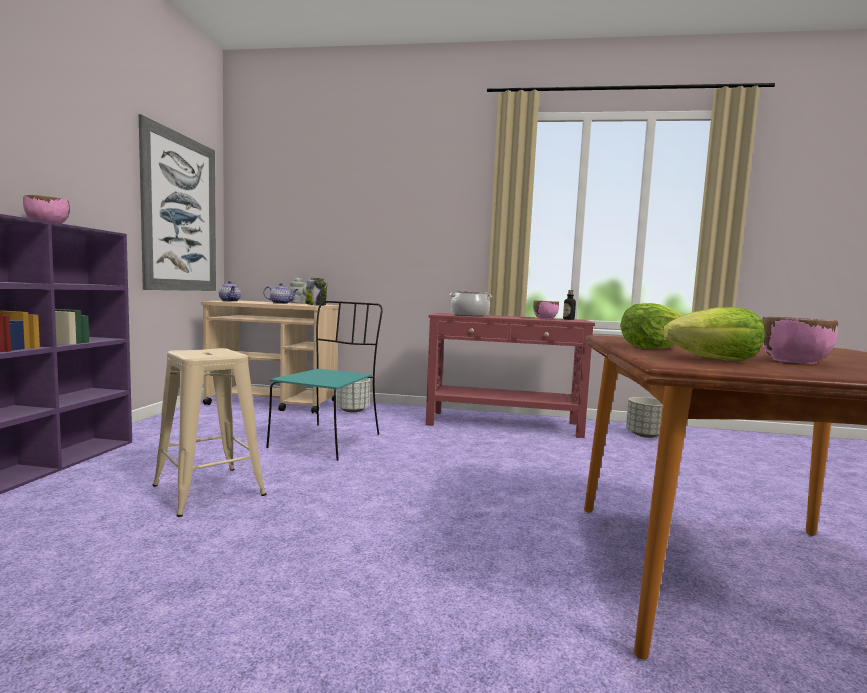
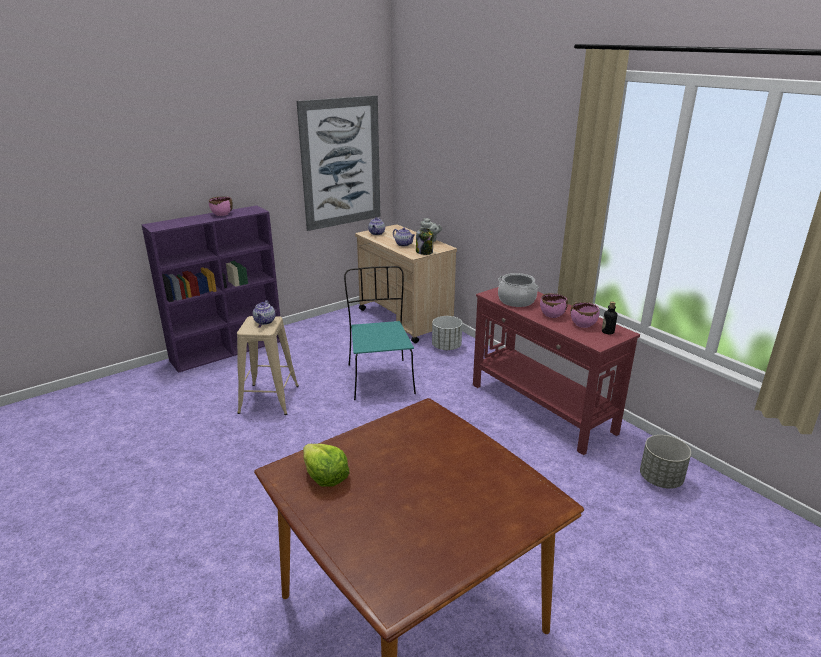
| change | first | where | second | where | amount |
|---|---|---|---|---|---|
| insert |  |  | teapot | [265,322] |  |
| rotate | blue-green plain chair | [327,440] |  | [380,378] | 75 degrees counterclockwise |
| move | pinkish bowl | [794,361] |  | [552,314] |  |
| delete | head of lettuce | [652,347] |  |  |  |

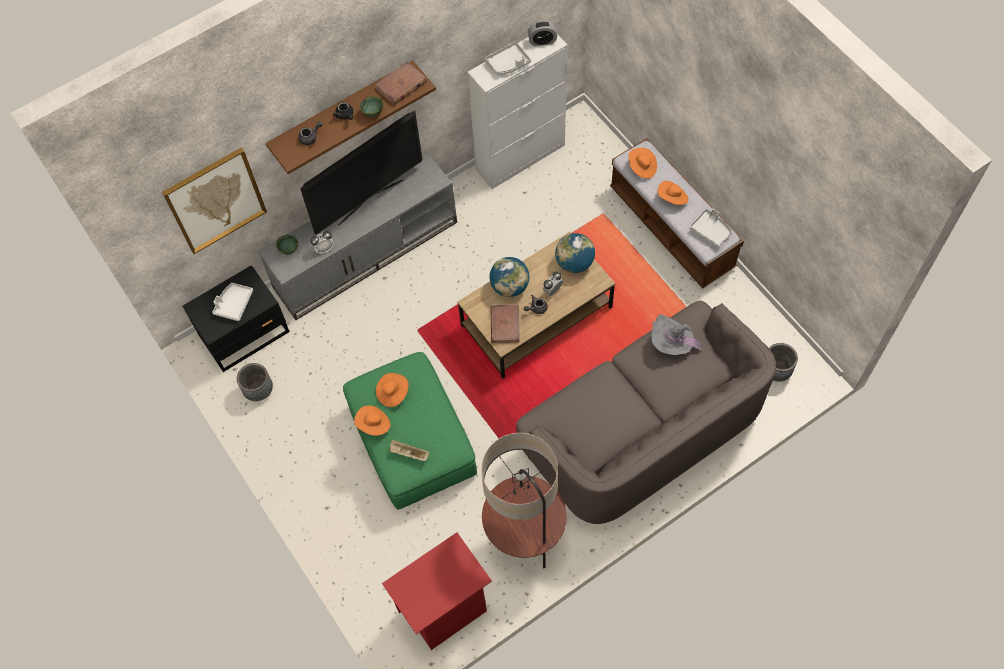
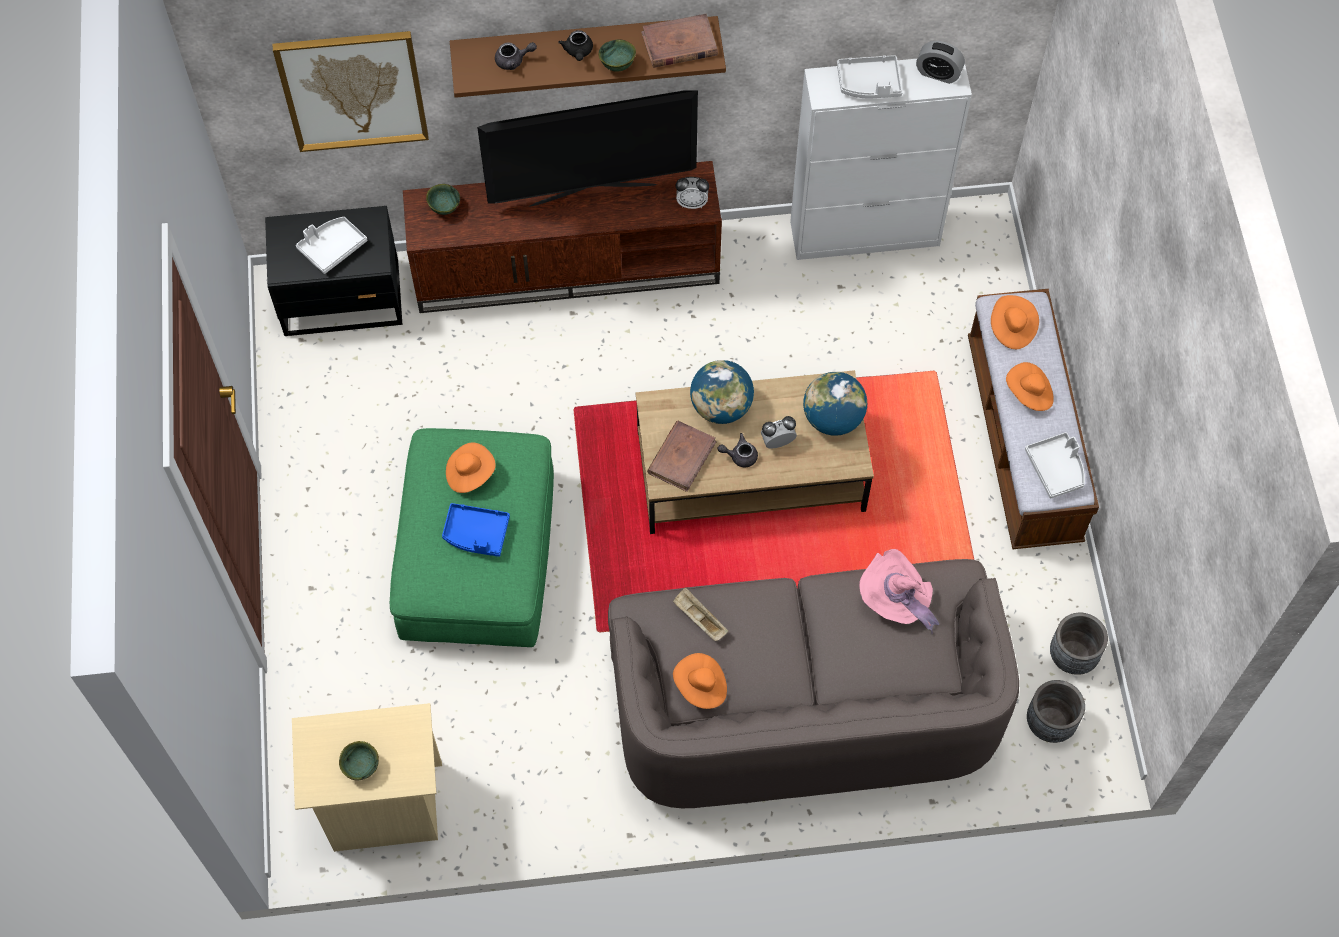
| change | first | where | second | where | amount |
|---|---|---|---|---|---|
| recolor | red-coloured night table | [444,610] | beige-coloured night table | [382,808] |  |
| insert |  |  | greenish bowl | [362,766] |  |
| recolor | gray media console | [366,253] | brownish media console | [568,267] |  |
| insert |  |  | blue-coloured carrying tray | [476,534] |  |
| move | beige-coloured carrying tray | [409,453] |  | [699,619] |  |
| move | orange-coloured wearable hat | [373,424] |  | [701,687] |  |
| move | alarm clock | [324,248] |  | [692,203] |  |
| recolor | gray wearable hat | [672,344] | pinkish wearable hat | [896,601] |  |
| move | gray planter | [259,390] |  | [1072,656] |  |
| delete | standing lamp | [525,542] |  |  |  |

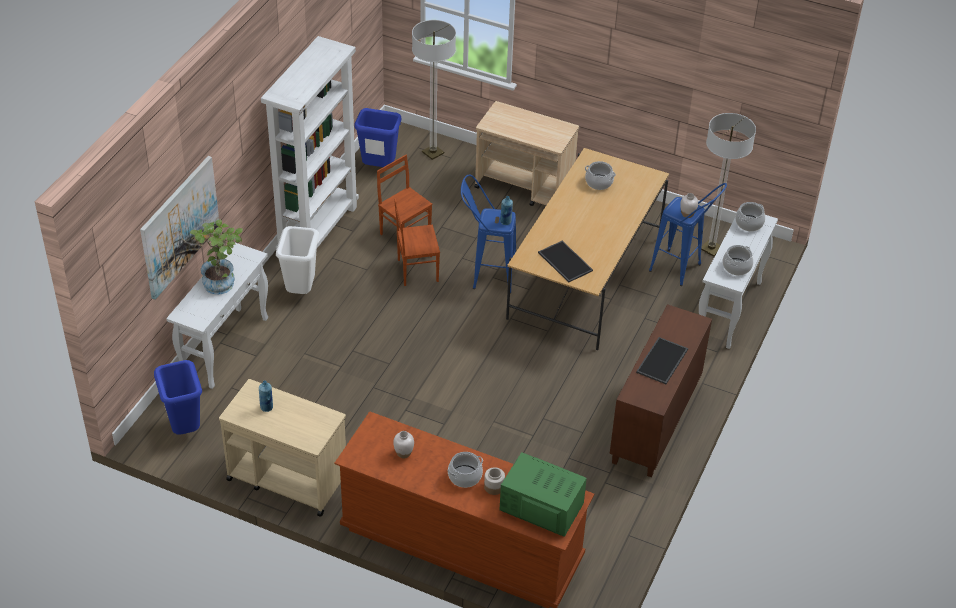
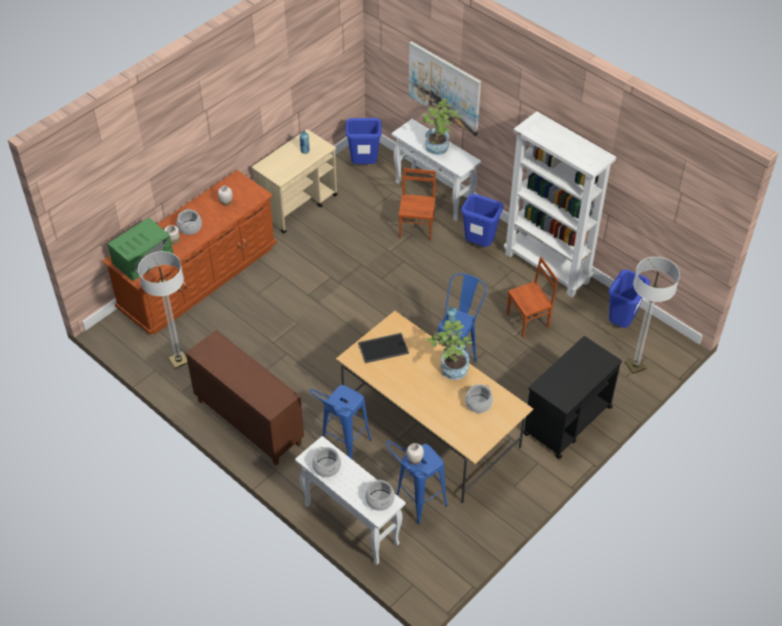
| change | first | where | second | where | amount |
|---|---|---|---|---|---|
| move | standing lamp | [711,248] |  | [178,360] |  |
| insert |  |  | blue-coloured stool | [341,448] |  |
| move | brownish plain chair | [417,270] |  | [417,228] |  |
| insert |  |  | houseplant | [450,370] |  |
| recolor | white-coloured rubbish bin | [301,291] | blue-coloured rubbish bin | [479,245] |  |
| recolor | beige-coloured wheeled cart | [525,188] | blackish wheeled cart | [567,420] |  |
| delete | carrying tray | [662,361] |  |  |  |

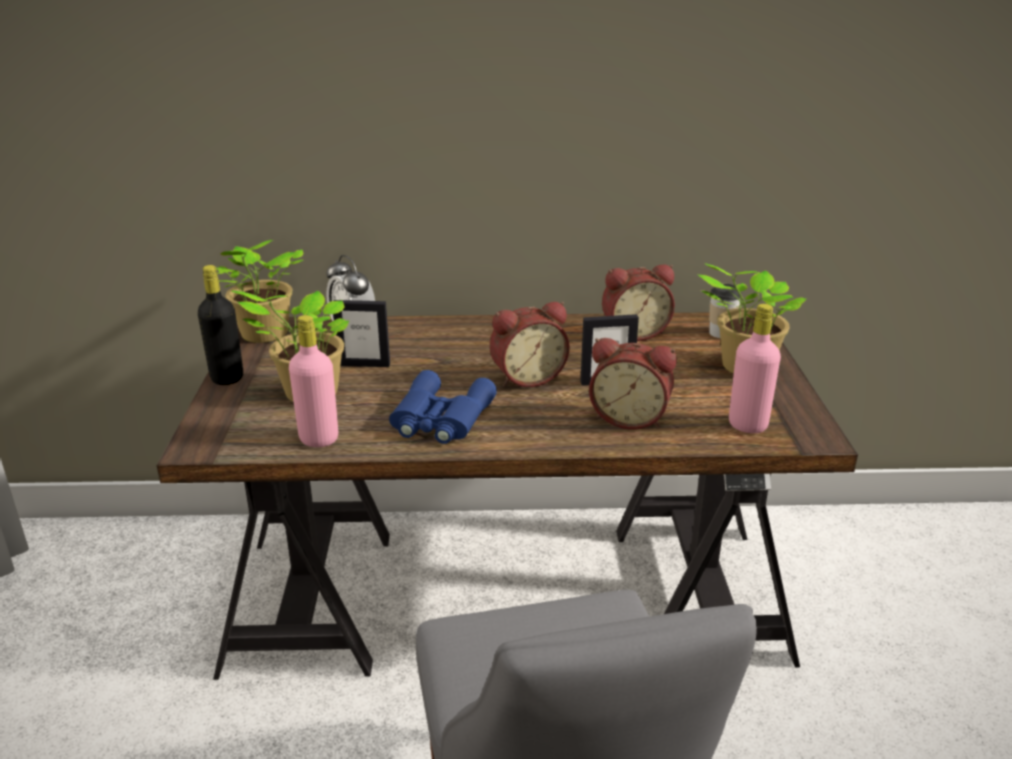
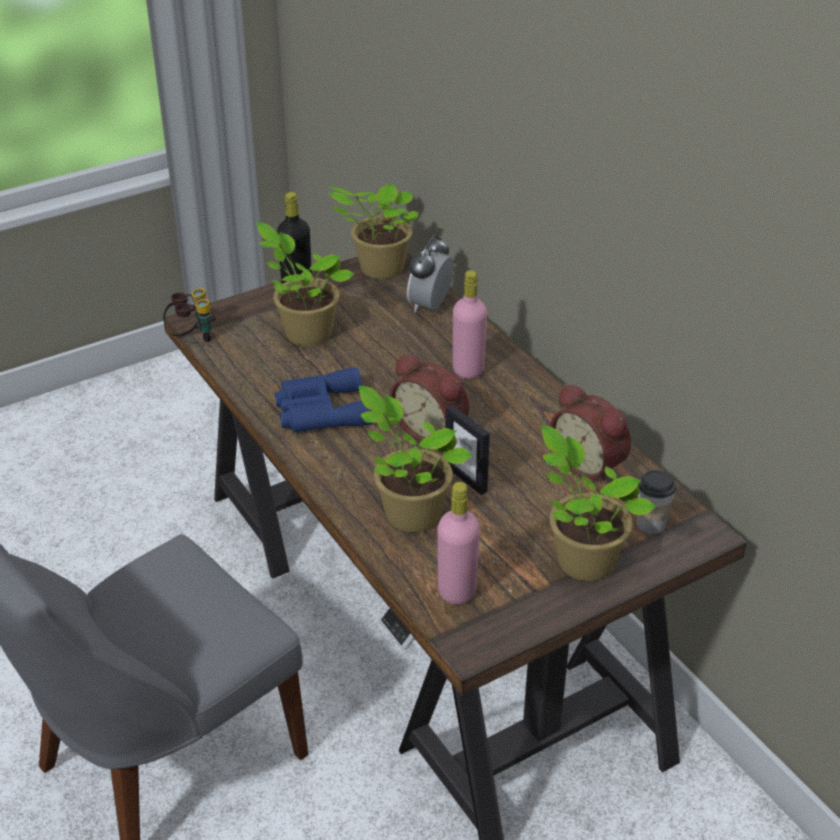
| change | first | where | second | where | amount |
|---|---|---|---|---|---|
| insert |  |  | pair of binoculars | [192,338] |  |
| replace | alarm clock | [630,417] | houseplant | [409,513] |  |
| move | pinkish drink bottle | [319,439] |  | [468,370] |  |
| delete | standing frame | [364,364] |  |  |  |

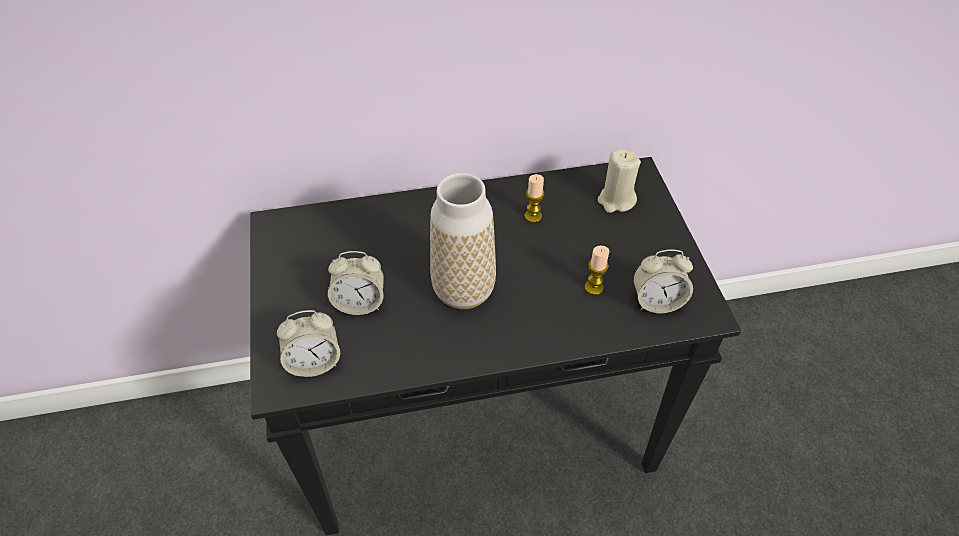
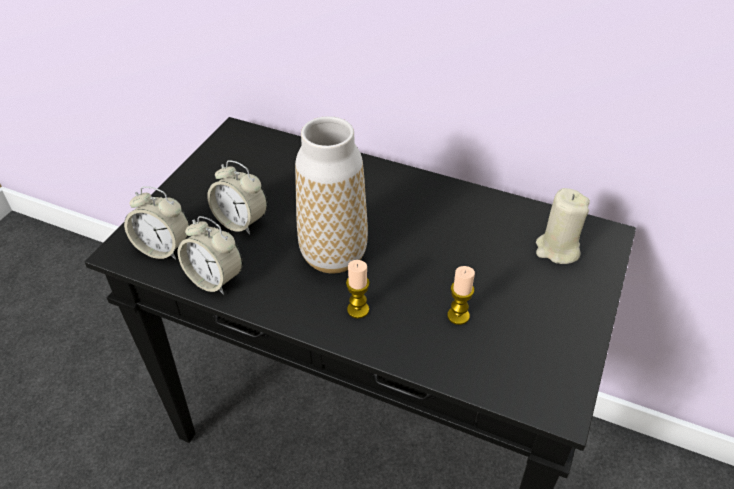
| change | first | where | second | where | amount |
|---|---|---|---|---|---|
| move | alarm clock | [657,301] |  | [215,279] |  |
| move | wax candle | [533,216] |  | [358,309] |  |

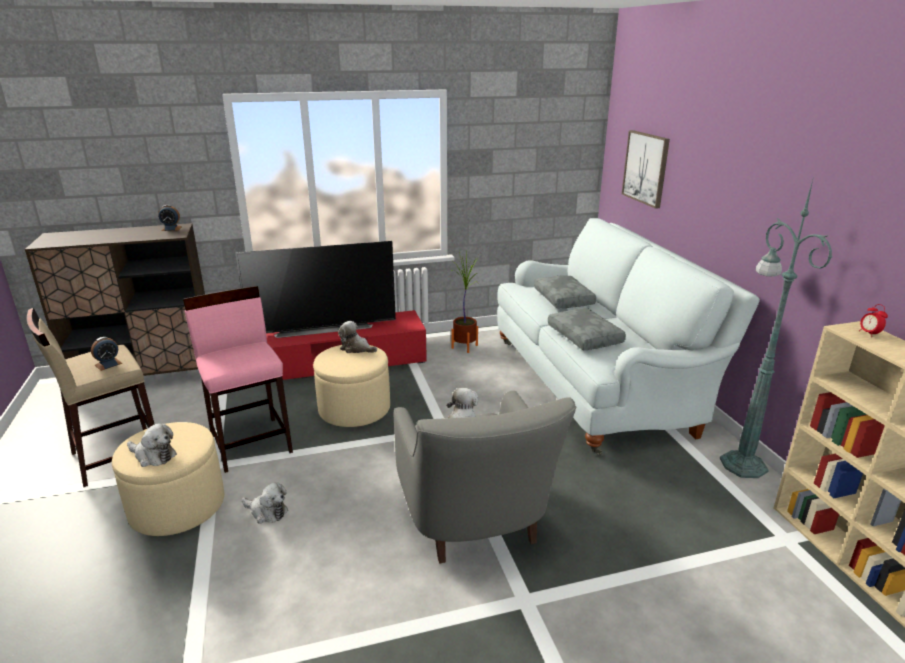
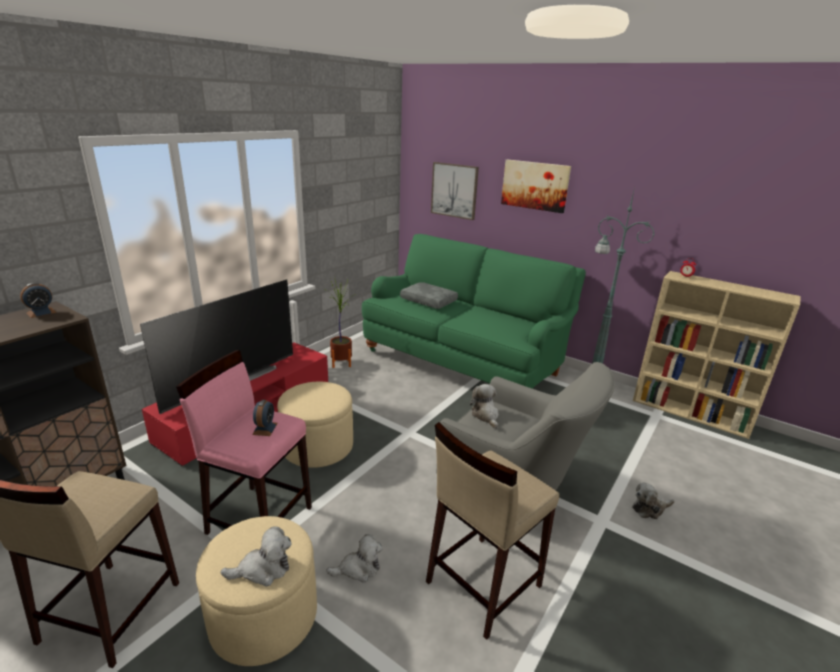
| change | first | where | second | where | amount |
|---|---|---|---|---|---|
| move | alarm clock | [108,364] |  | [265,428] |  |
| recolor | white-coloured couch | [597,384] | greenish couch | [464,360] |  |
| insert |  |  | beige-coloured stool | [482,583] |  |
| insert |  |  | picture | [535,185] |  |
| move | soft toy | [356,348] |  | [649,508] |  |
| delete | gray cushion | [585,337] |  |  |  |

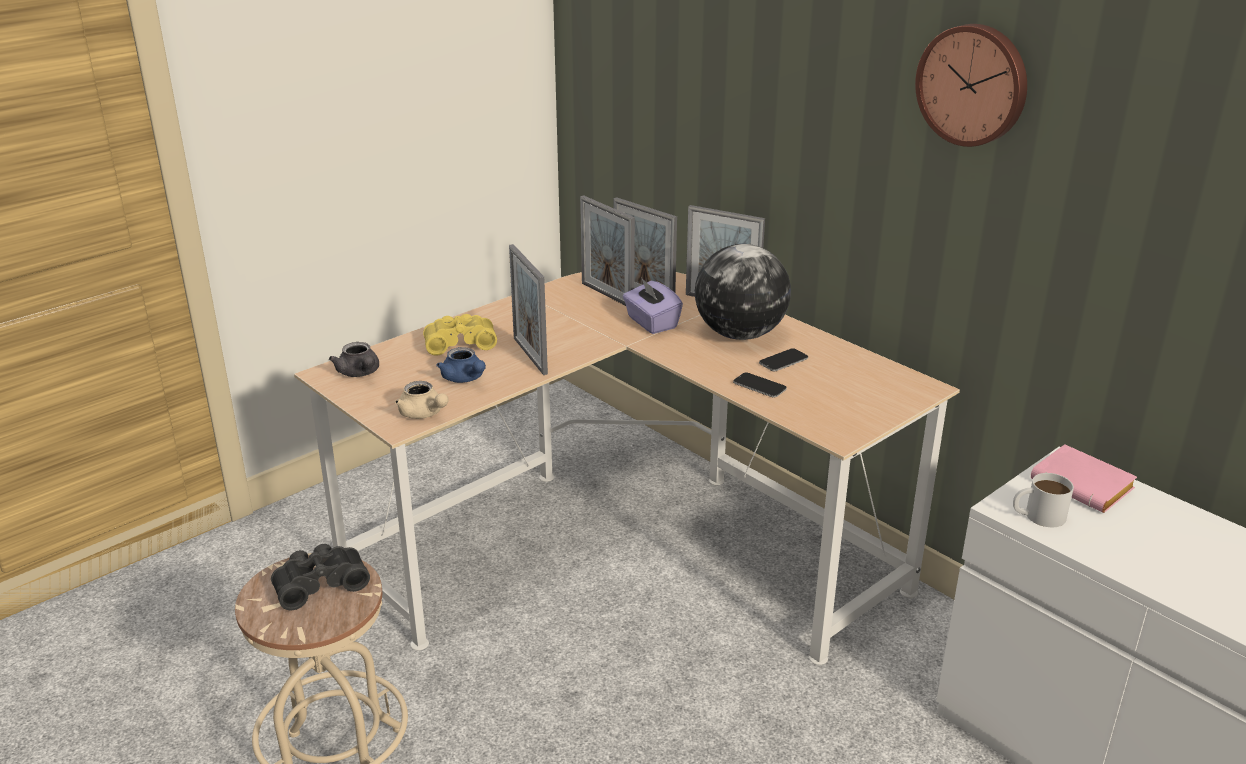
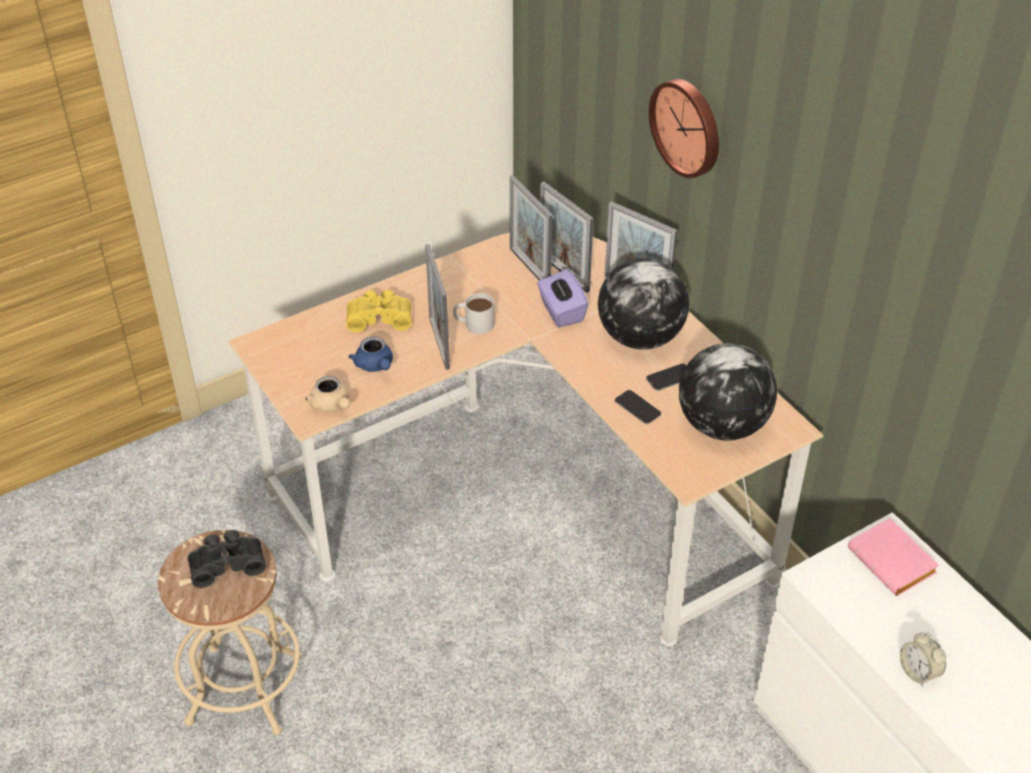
| change | first | where | second | where | amount |
|---|---|---|---|---|---|
| move | white-coloured tea mug | [1037,516] |  | [473,323] |  |
| move | wall clock | [973,84] |  | [688,127] |  |
| insert |  |  | desk globe | [722,425] |  |
| insert |  |  | alarm clock | [918,672] |  |
| delete | gray teapot | [360,373] |  |  |  |

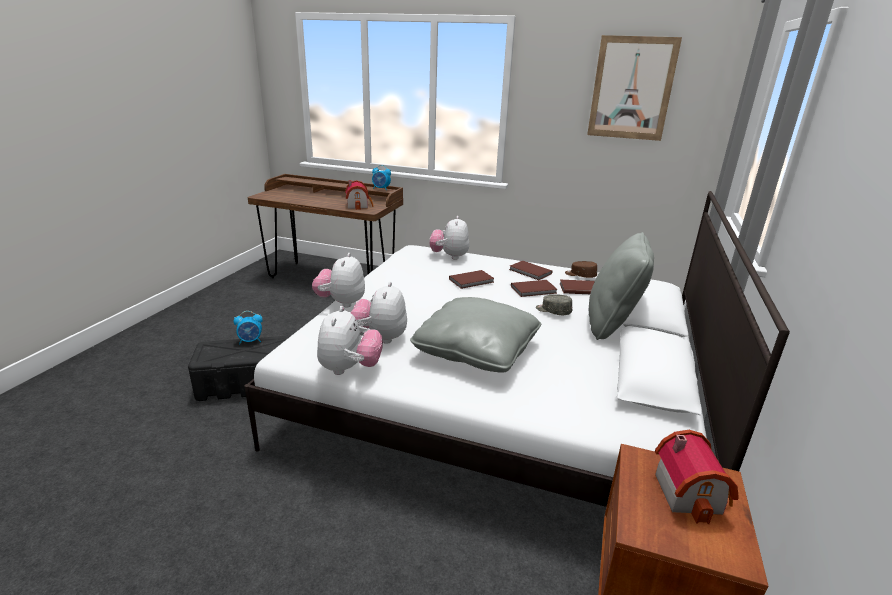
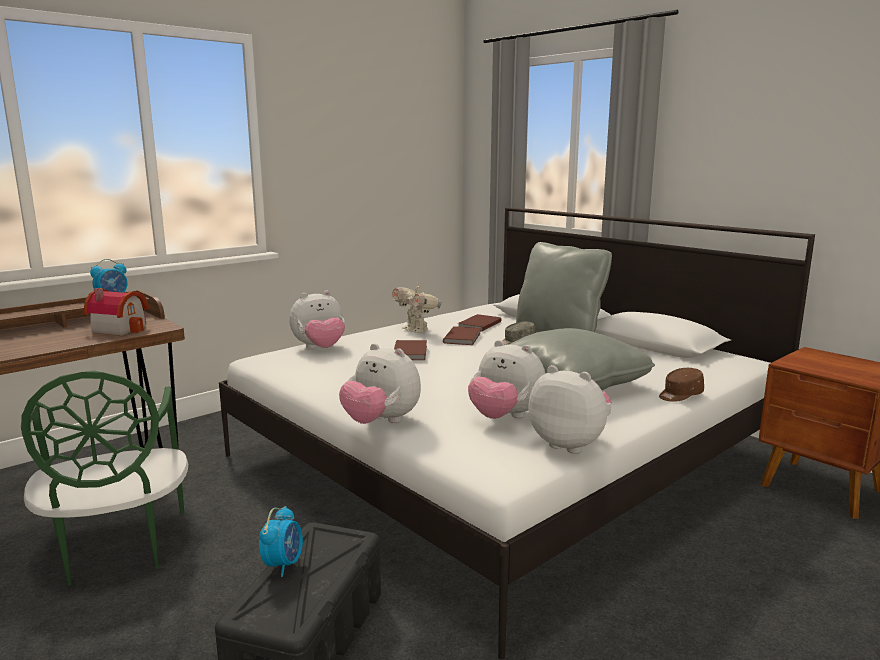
| change | first | where | second | where | amount |
|---|---|---|---|---|---|
| insert |  |  | greenish plain chair | [117,549] |  |
| rotate | soft toy | [449,256] |  | [320,348] | 60 degrees counterclockwise |
| replace | brownish bound book | [530,272] | model robot | [416,330] |  |
| move | brownish baseball cap | [580,275] |  | [680,395] |  |
| delete | picture | [631,88] |  |  |  |
| delete | toy house | [691,492] |  |  |  |

